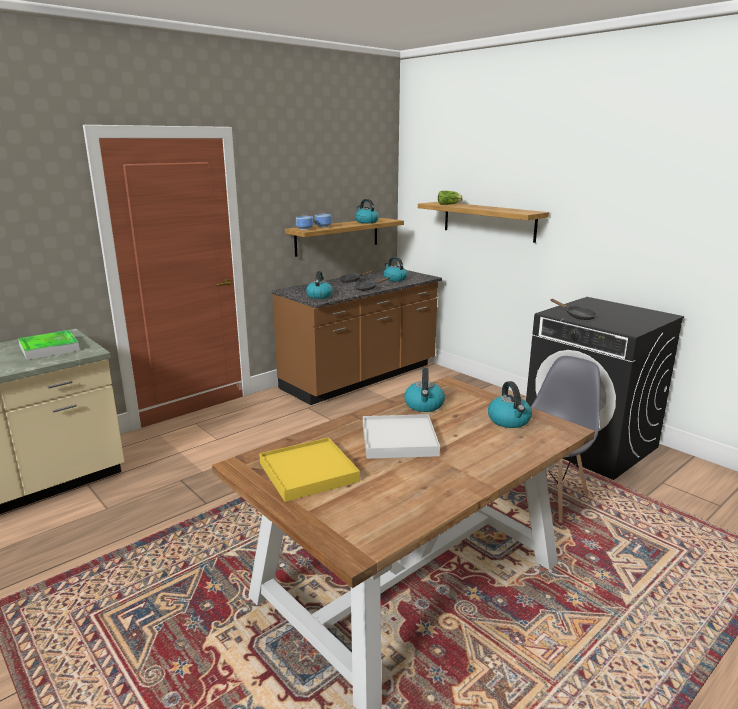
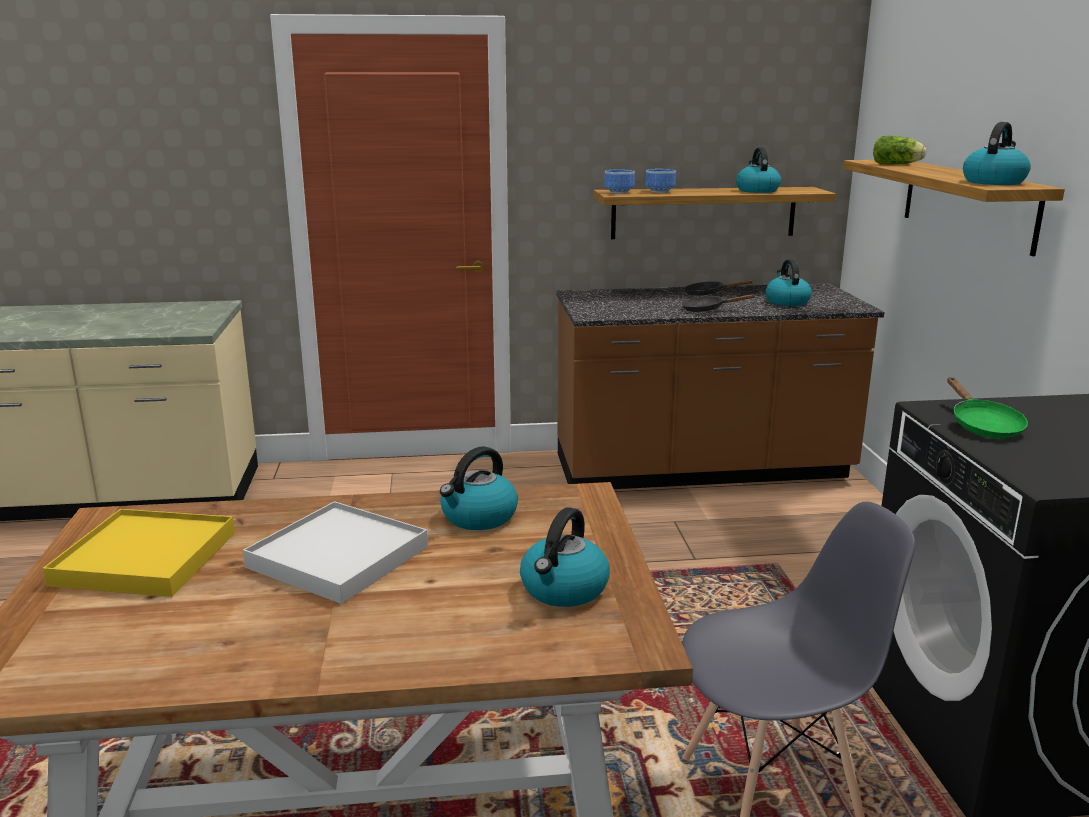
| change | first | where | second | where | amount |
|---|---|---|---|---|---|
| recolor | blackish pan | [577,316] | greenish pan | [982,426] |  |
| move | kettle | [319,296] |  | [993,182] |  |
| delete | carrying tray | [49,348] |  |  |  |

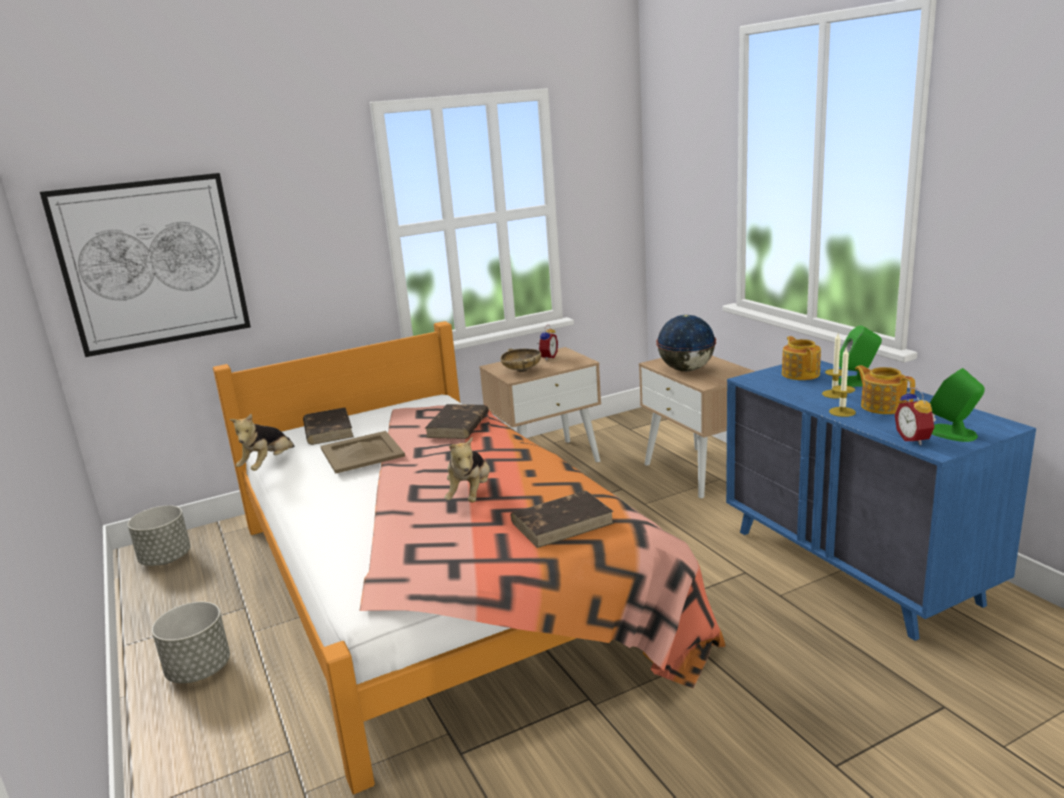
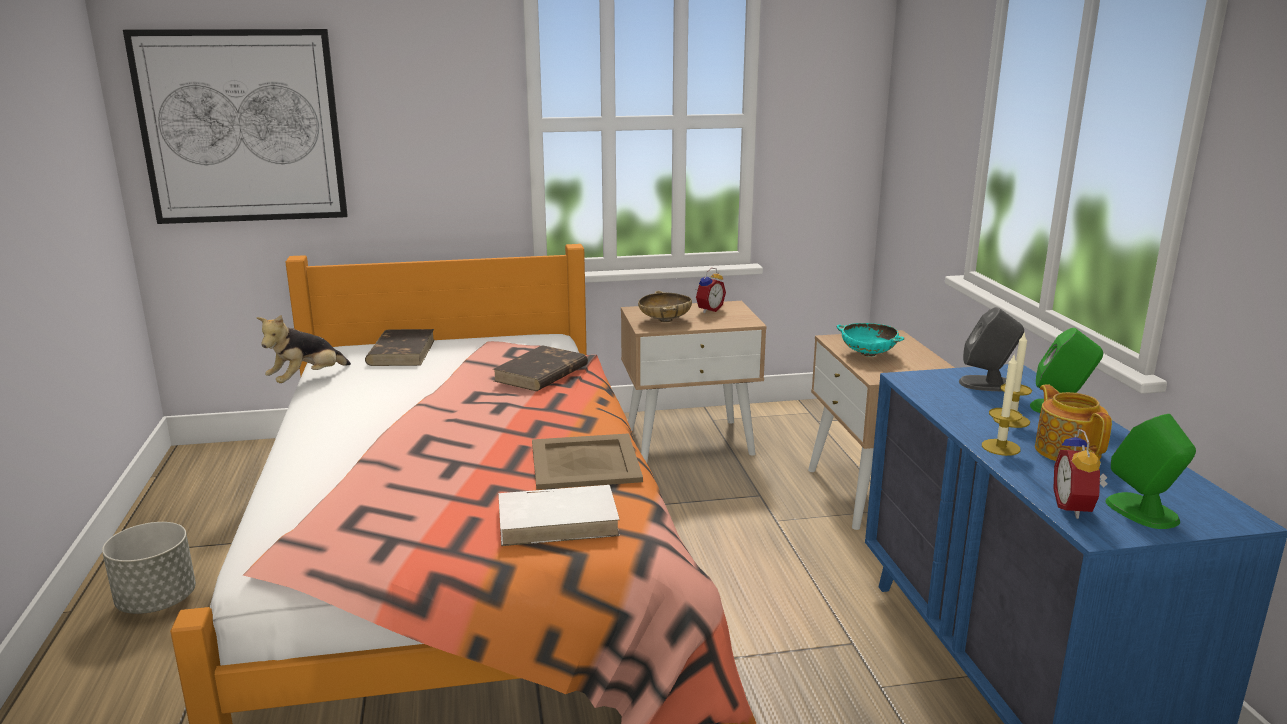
| change | first | where | second | where | amount |
|---|---|---|---|---|---|
| recolor | brownish bound book | [563,522] | white-coloured bound book | [559,520] |  |
| move | beige-coloured carrying tray | [363,452] |  | [586,462] |  |
| replace | desk globe | [686,370] | blue-green bowl | [868,354] |  |
| replace | teapot | [800,374] | gray audio speaker | [987,384] |  |
| delete | gray planter | [166,559] |  |  |  |
| delete | soft toy | [470,495] |  |  |  |

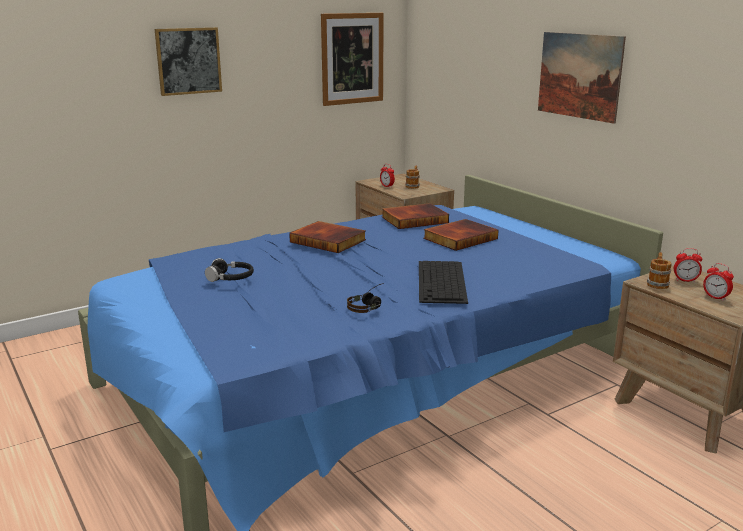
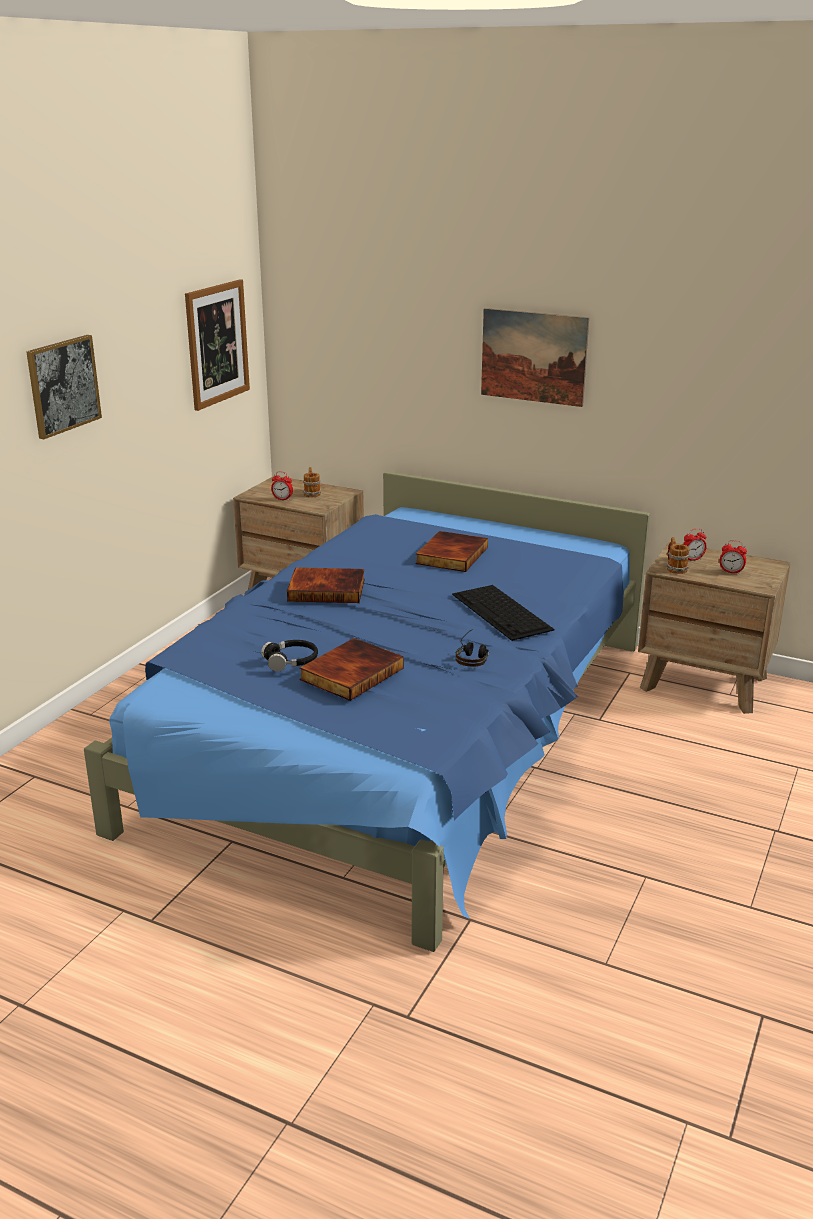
| change | first | where | second | where | amount |
|---|---|---|---|---|---|
| move | bound book | [414,219] |  | [351,673] |  |

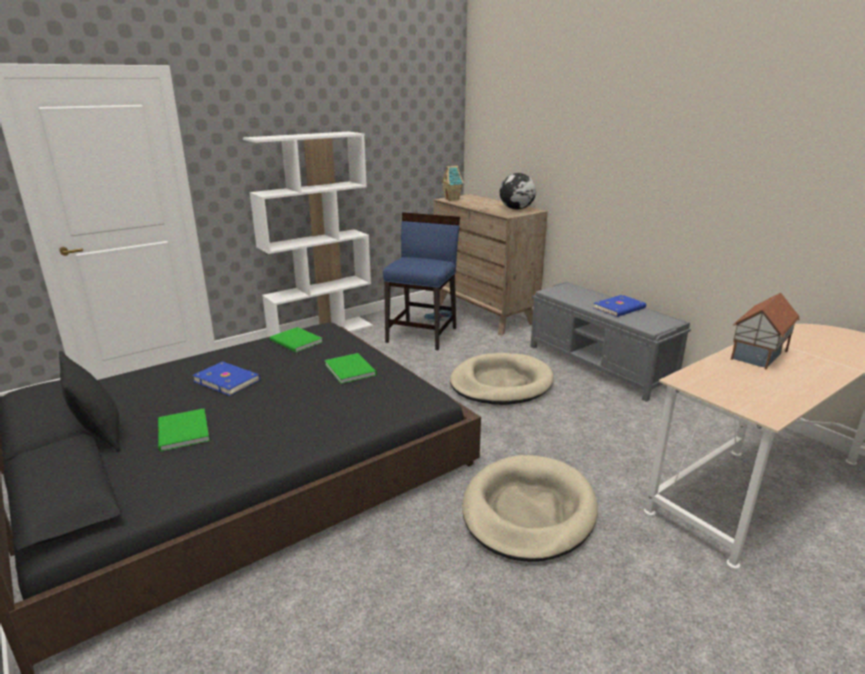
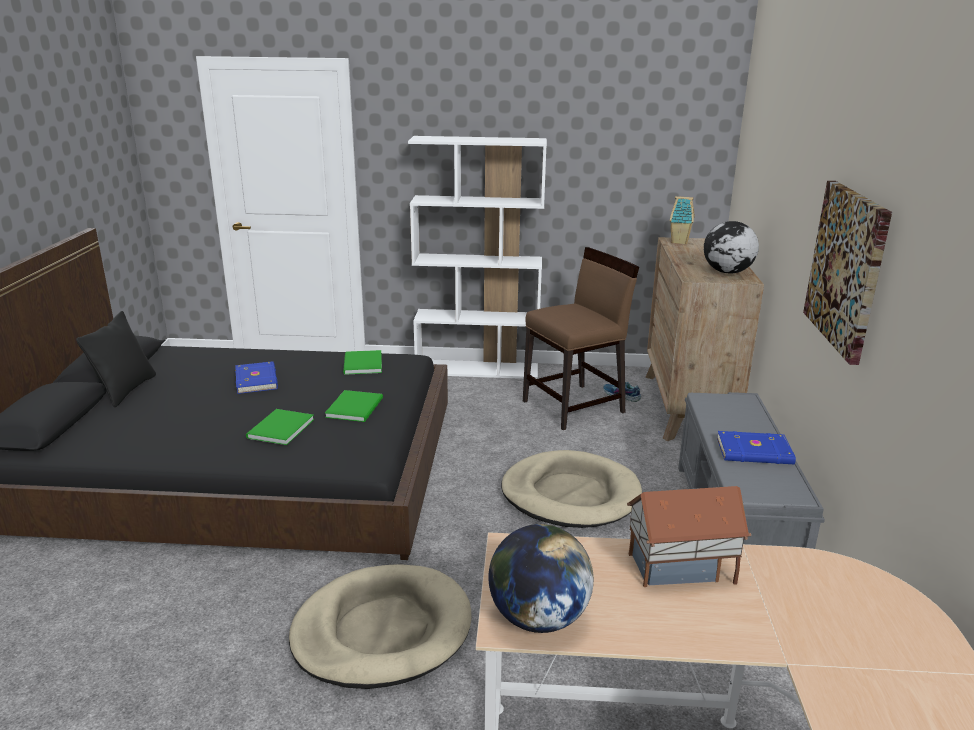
| change | first | where | second | where | amount |
|---|---|---|---|---|---|
| move | greenish bound book | [181,432] |  | [278,429] |  |
| insert |  |  | desk globe | [538,618] |  |
| recolor | blue-coloured plain chair | [422,334] | brownish plain chair | [574,406] |  |
| insert |  |  | picture | [847,268] |  |

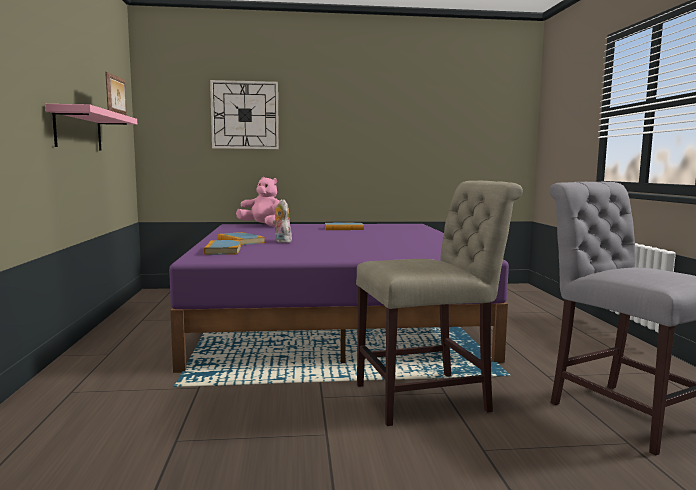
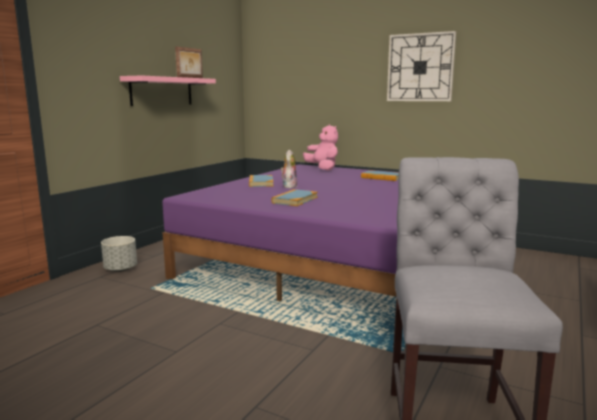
| change | first | where | second | where | amount |
|---|---|---|---|---|---|
| insert |  |  | gray planter | [120,269] |  |
| move | bound book | [223,250] |  | [295,200] |  |
| move | wall clock | [245,115] |  | [420,67] |  |
| delete | beige-coloured plain chair | [429,397] |  |  |  |

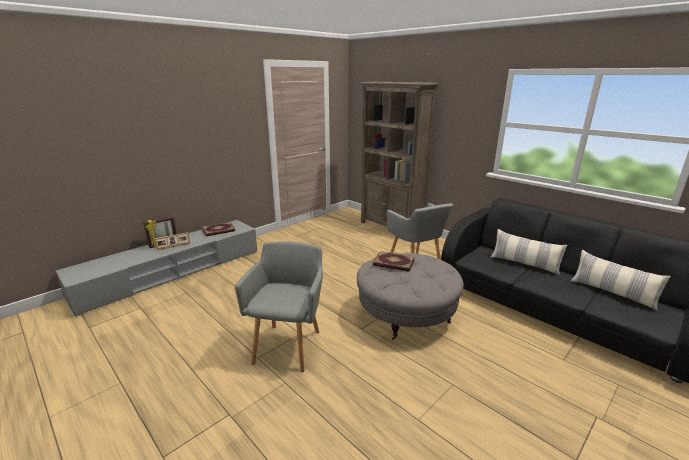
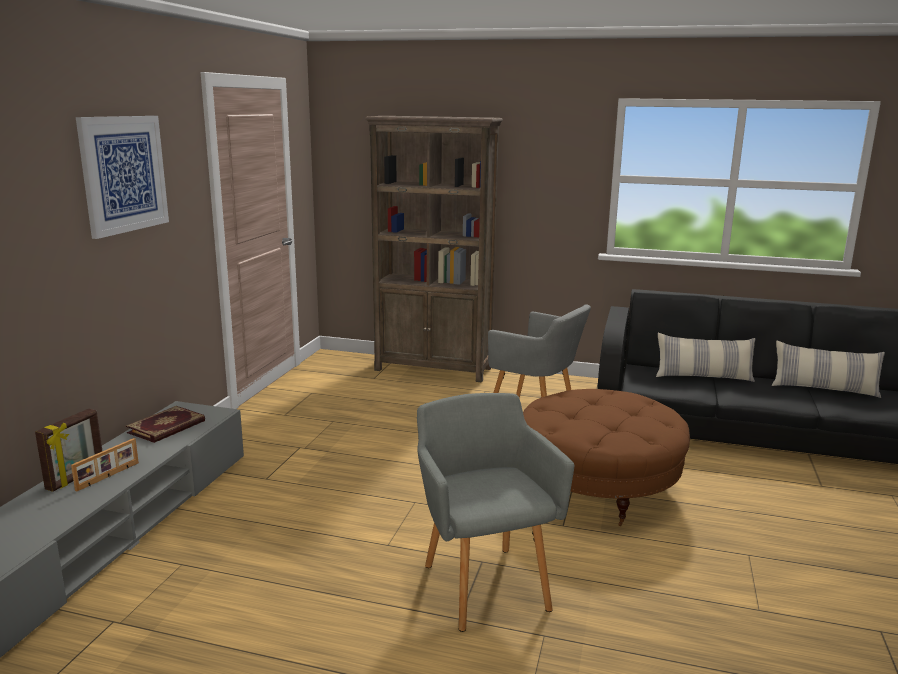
| change | first | where | second | where | amount |
|---|---|---|---|---|---|
| insert |  |  | picture | [124,174] |  |
| recolor | gray footrest | [406,313] | brownish footrest | [597,487] |  |
| delete | bound book | [393,263] |  |  |  |

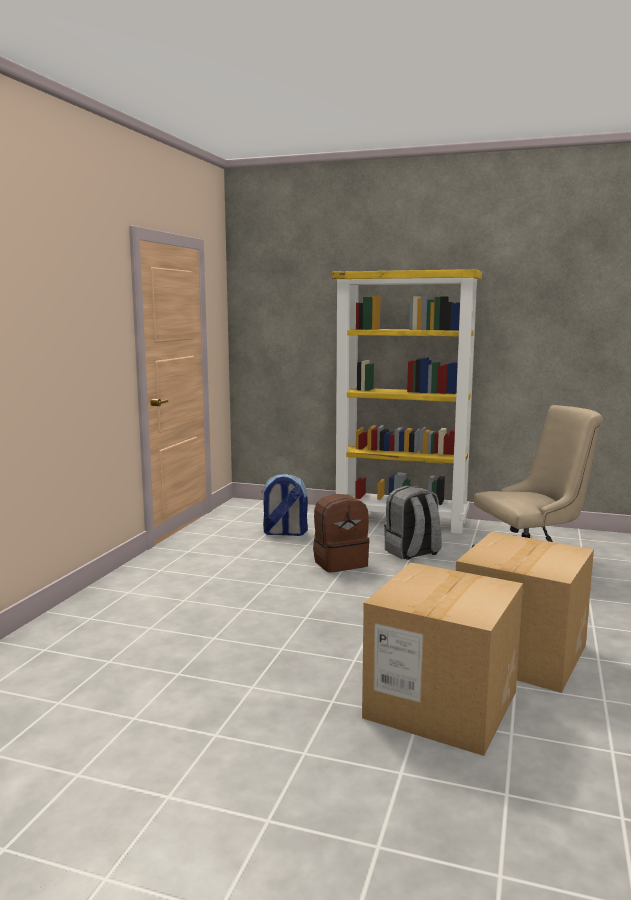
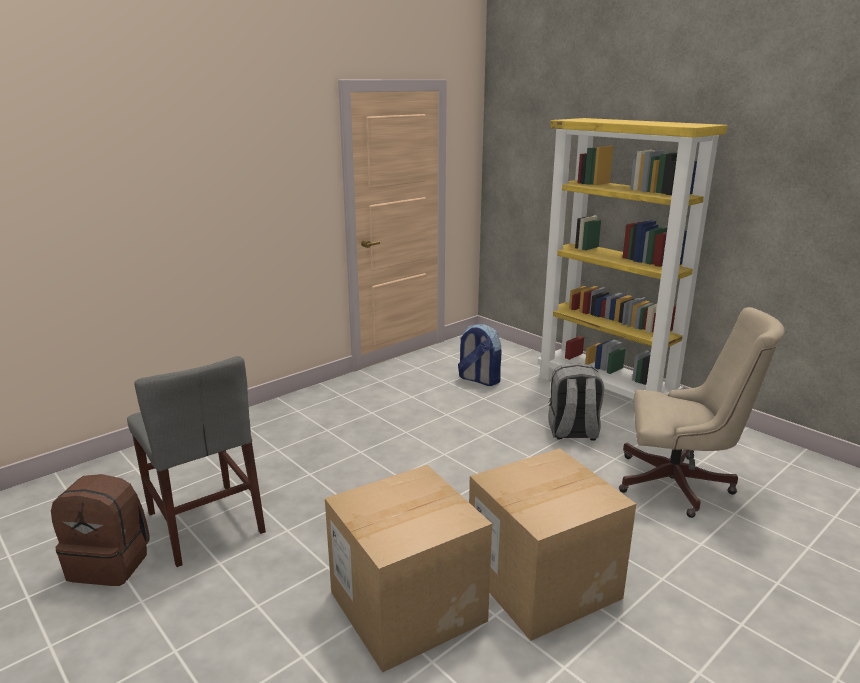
| change | first | where | second | where | amount |
|---|---|---|---|---|---|
| move | brownish knapsack | [340,563] |  | [111,563] |  |
| insert |  |  | gray plain chair | [205,522] |  |

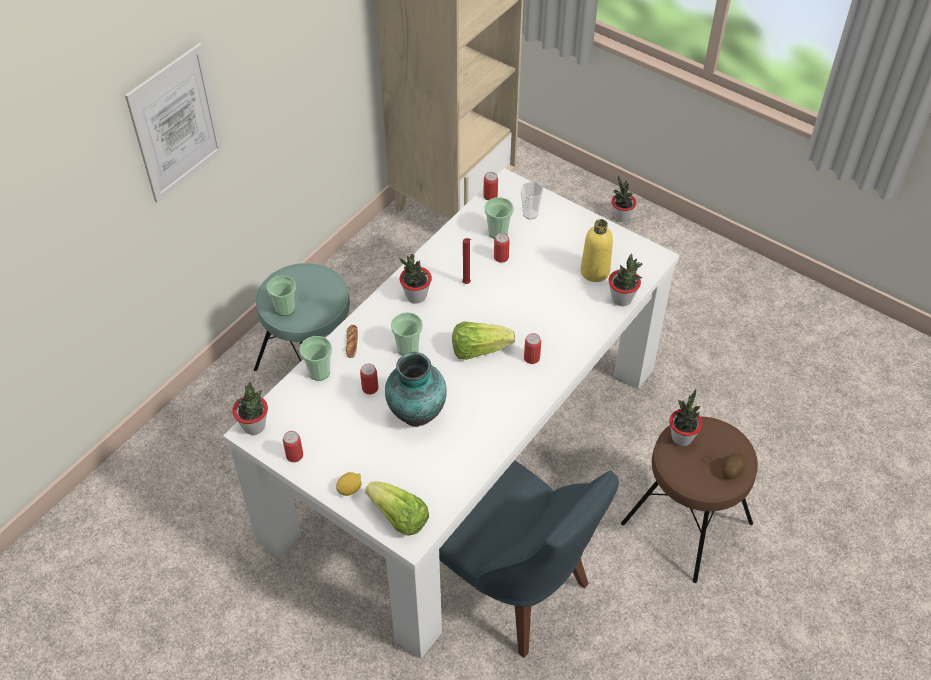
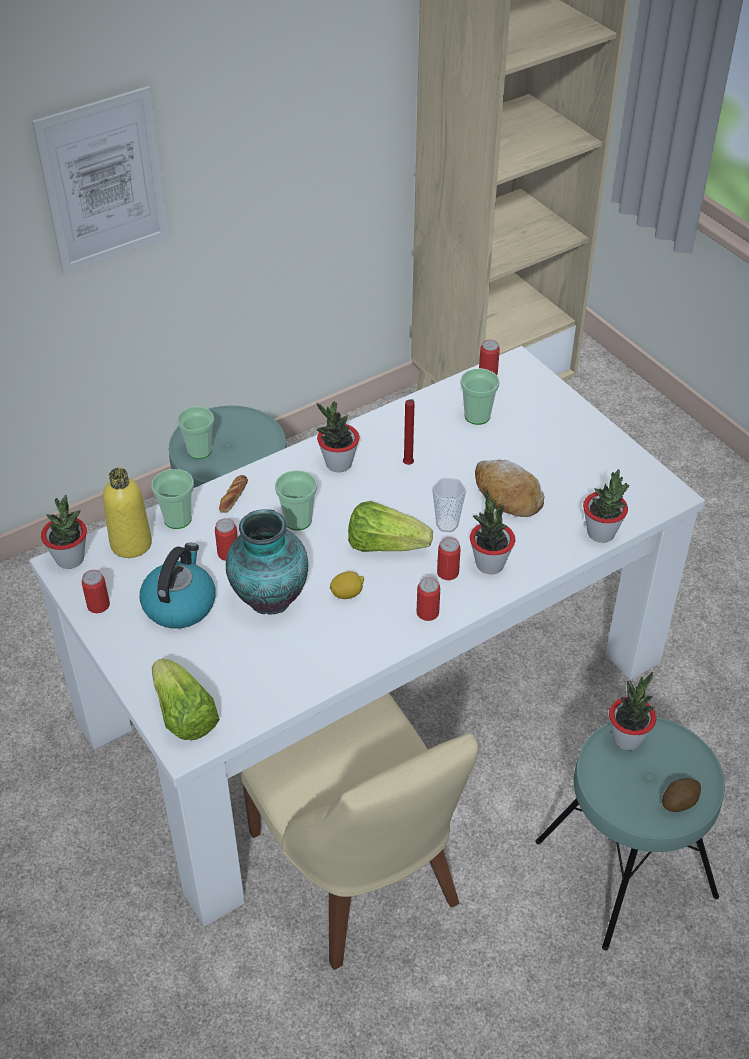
| change | first | where | second | where | amount |
|---|---|---|---|---|---|
| move | yellowish drink bottle | [595,271] |  | [131,544] |  |
| insert |  |  | kettle | [179,604] |  |
| recolor | blue-coloured plain chair | [512,586] | beige-coloured plain chair | [358,875] |  |
| move | lemon | [350,489] |  | [347,593] |  |
| move | metal can | [501,257] |  | [427,613] |  |
| move | small cup | [530,214] |  | [447,525] |  |
| move | houseplant | [621,216] |  | [489,564] |  |
| insert |  |  | bread | [506,495] |  |
| recolor | brownish stool | [686,523] | blue-green stool | [625,869] |  |

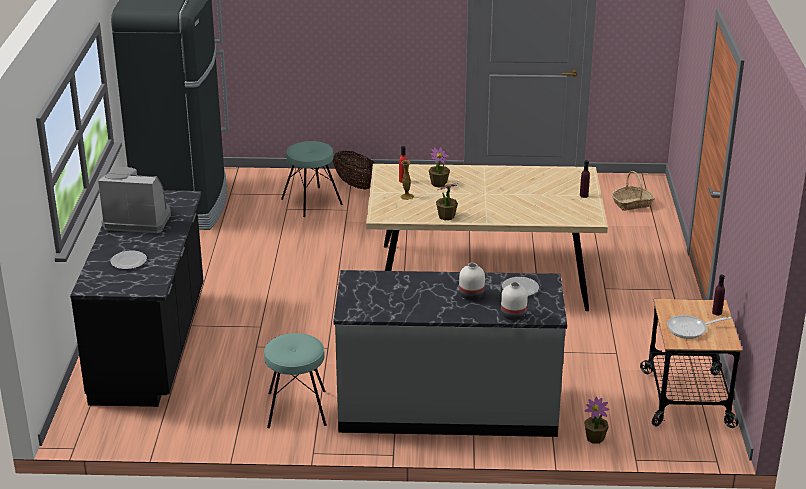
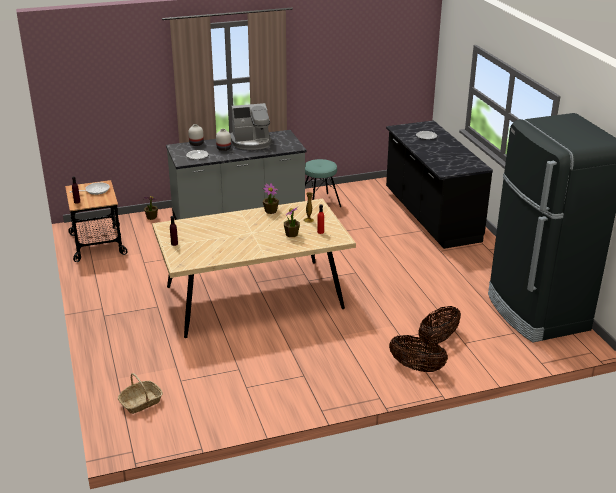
| change | first | where | second | where | amount |
|---|---|---|---|---|---|
| move | coffee machine | [138,219] |  | [251,142] |  |
| replace | blue-green stool | [311,202] | storage basket | [438,339] |  |

